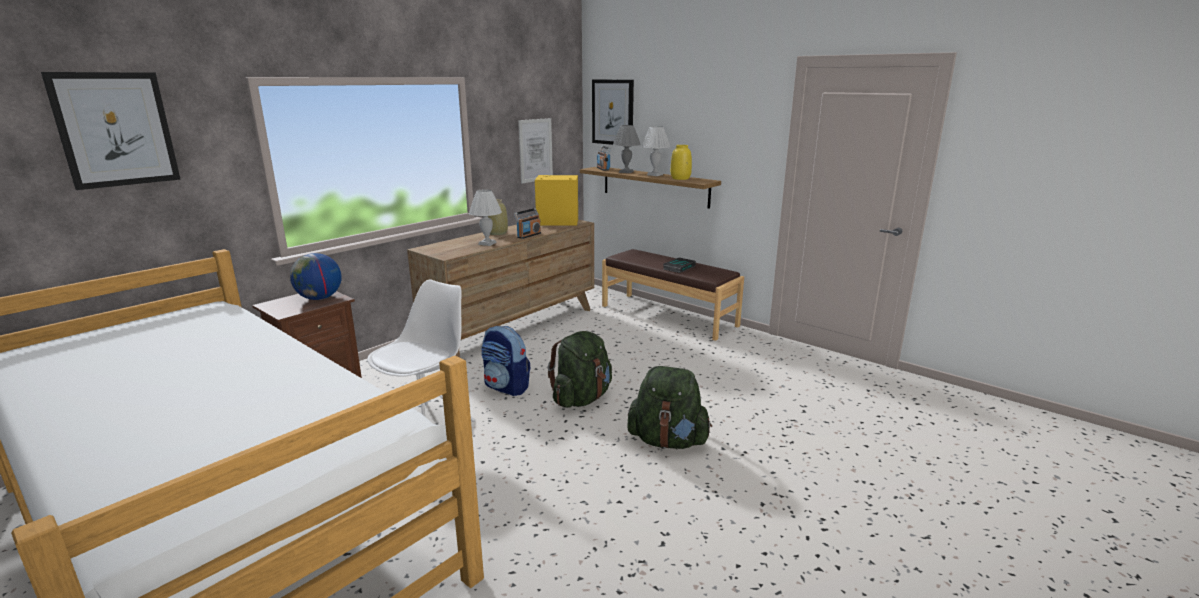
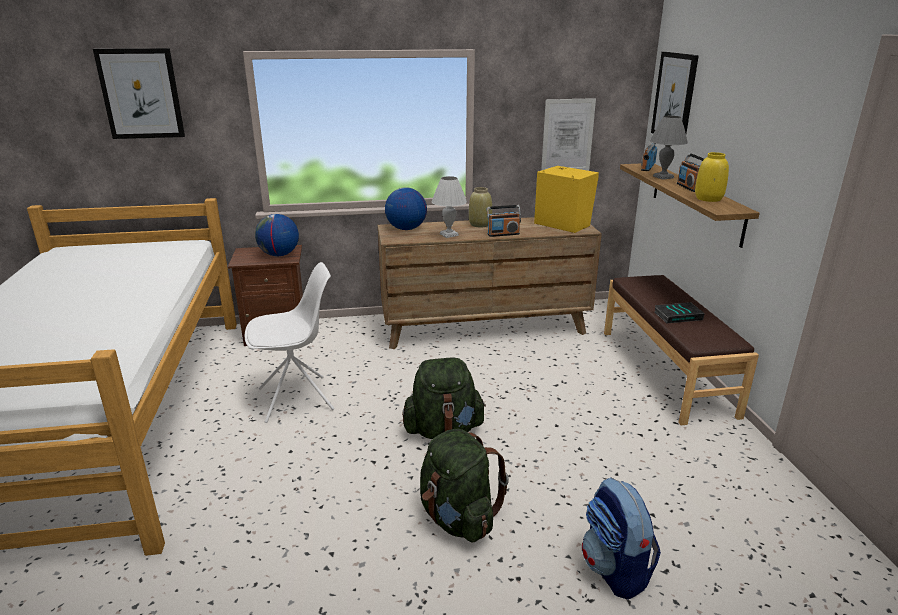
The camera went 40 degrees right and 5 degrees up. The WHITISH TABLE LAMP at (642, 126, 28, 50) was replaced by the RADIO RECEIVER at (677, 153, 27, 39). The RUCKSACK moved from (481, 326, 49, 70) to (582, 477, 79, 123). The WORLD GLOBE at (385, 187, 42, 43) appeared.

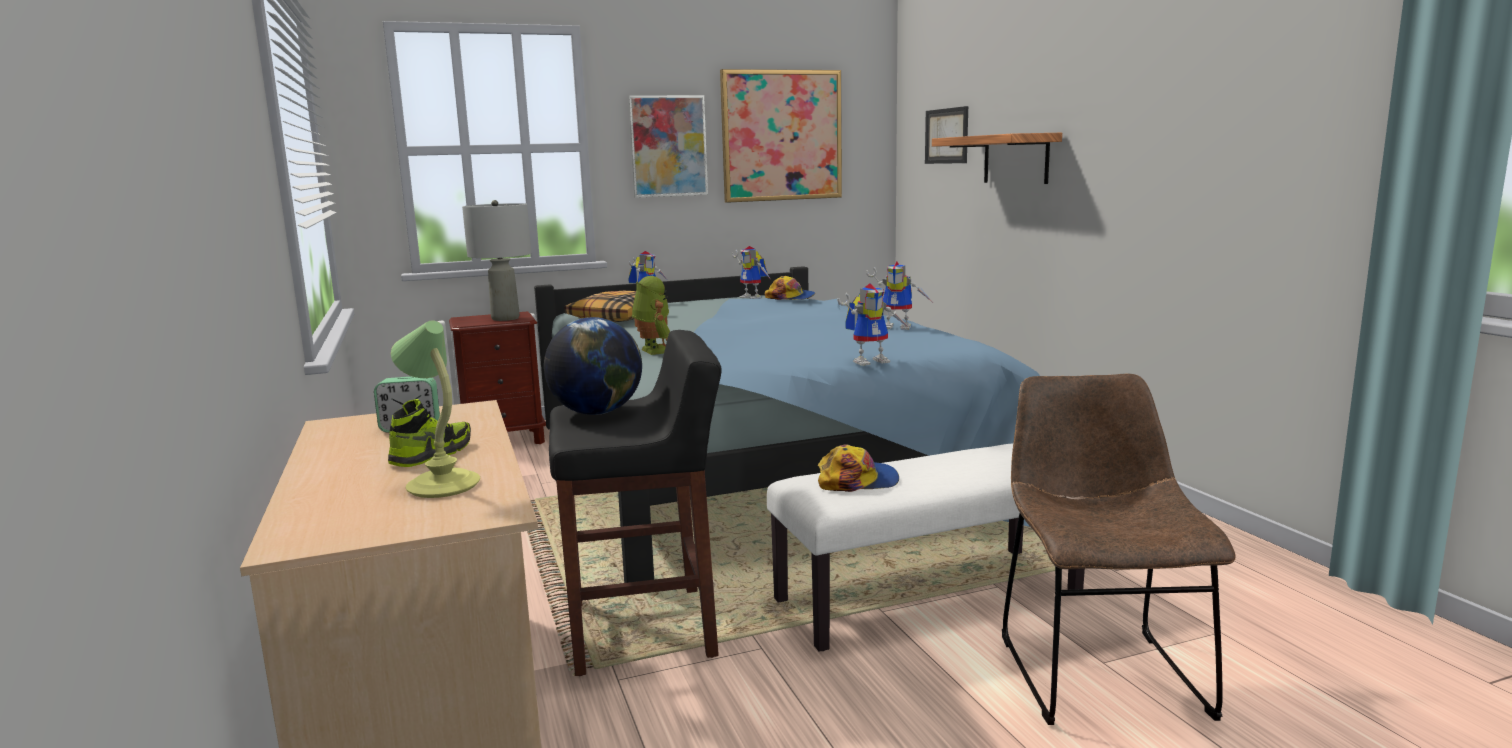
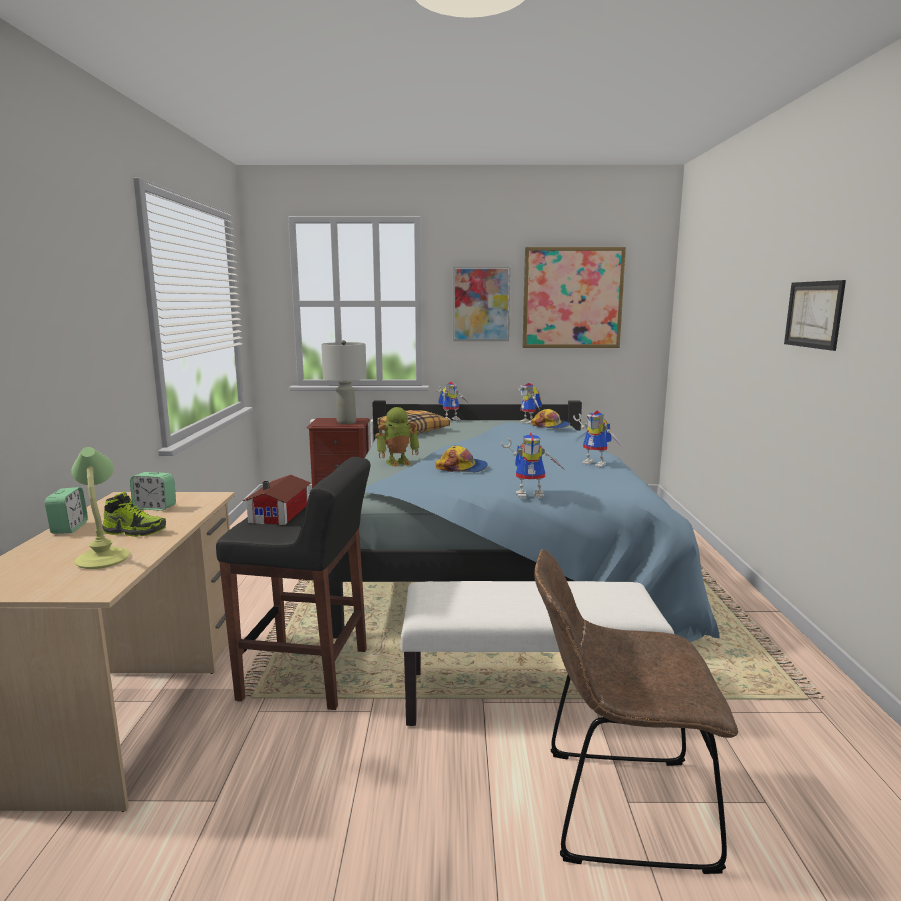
The camera went 20 degrees right and 0 degrees up. The WALL PICTURE moved from (925, 106, 43, 58) to (784, 280, 62, 71). The BRACKET SHELF at (932, 133, 130, 51) disappeared. The TOY ROBOT at (632, 276, 38, 79) turned 75 degrees clockwise. The WORLD GLOBE at (544, 317, 98, 98) was replaced by the MINIATURE HOUSE at (243, 475, 68, 50). The BROWN-COLOURED UPRIGHT CHAIR at (1002, 374, 234, 351) turned 105 degrees counterclockwise. The LOW SHOE at (388, 399, 83, 68) turned 45 degrees clockwise. The CAP moved from (818, 444, 81, 48) to (435, 445, 53, 27). The BEDSIDE CLOCK at (45, 487, 43, 47) appeared.

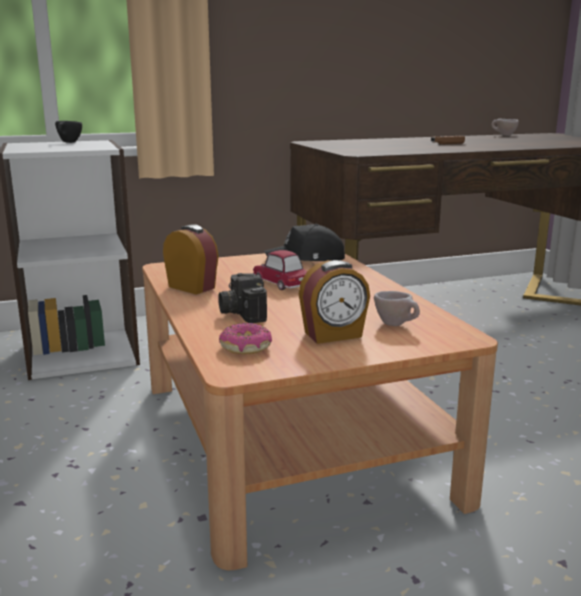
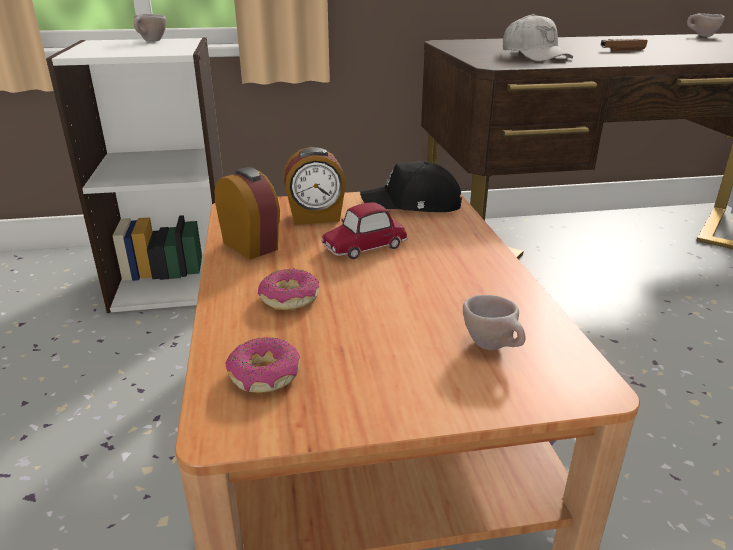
The camera went 10 degrees right and 10 degrees up. The BLACK-COLOURED CUP at (55, 121, 27, 22) became the SAND-COLOURED CUP at (134, 14, 33, 28). The MINIATURE CAR at (253, 250, 54, 40) turned 90 degrees counterclockwise. The BEDSIDE CLOCK moved from (299, 260, 71, 84) to (283, 147, 63, 78). The PHOTO CAMERA at (218, 273, 49, 50) was replaced by the DONUT at (258, 269, 61, 41). The WHITISH CAP at (503, 14, 70, 48) appeared.

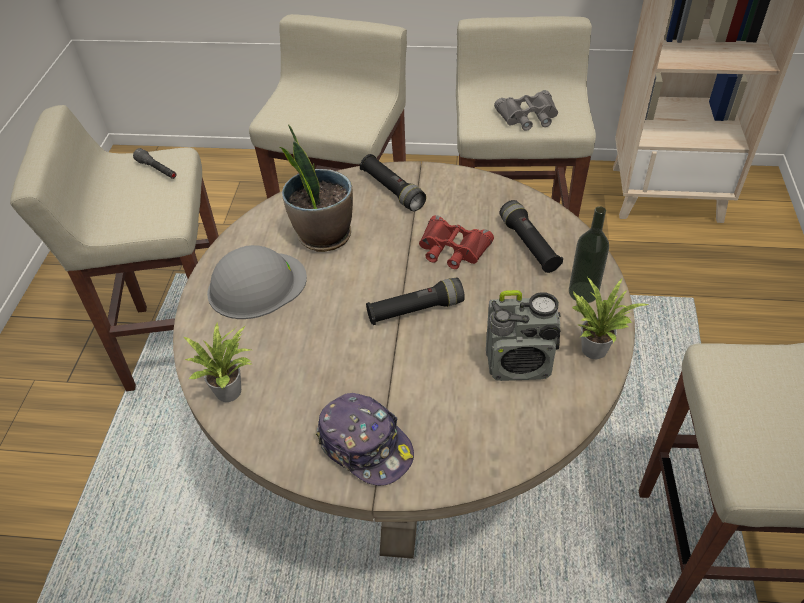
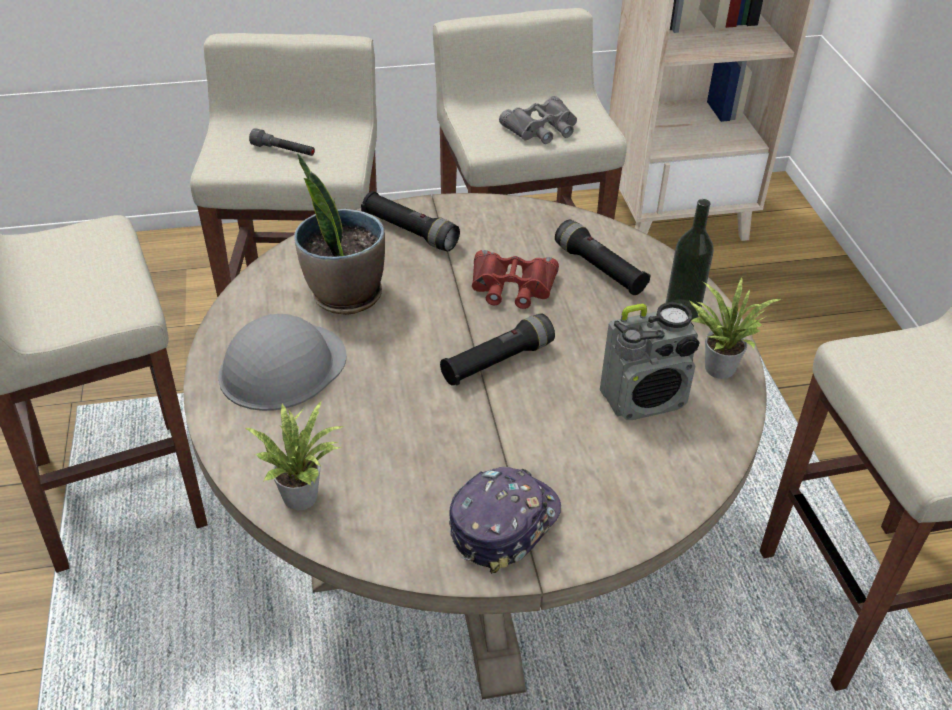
The camera went 20 degrees left and 5 degrees down. The GREYISH HAND TORCH moved from (133, 148, 43, 31) to (249, 128, 66, 28). The CAP at (316, 393, 98, 93) turned 75 degrees counterclockwise.

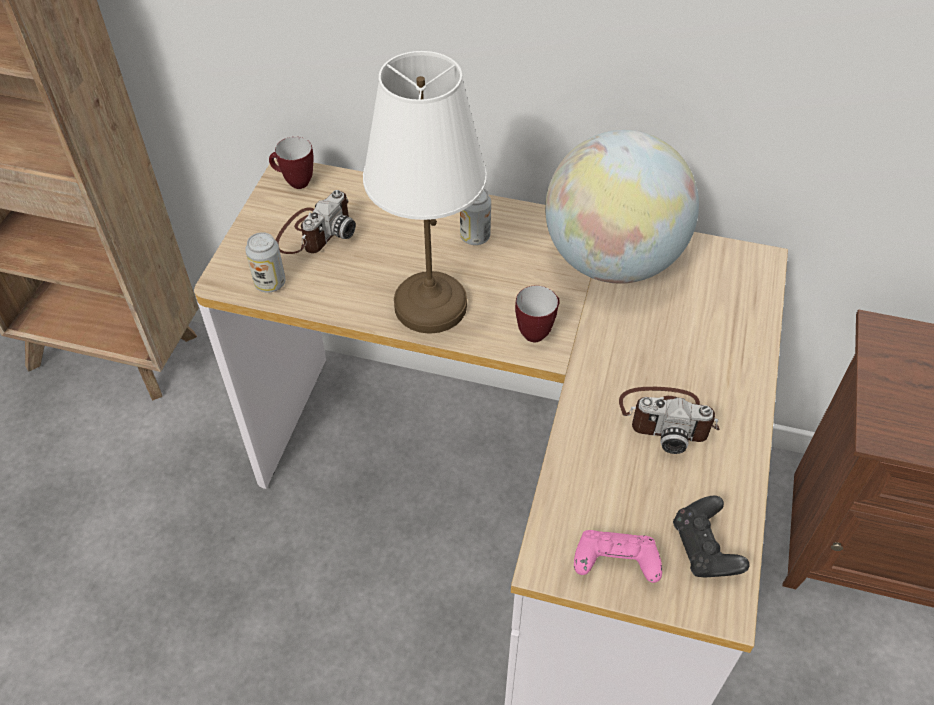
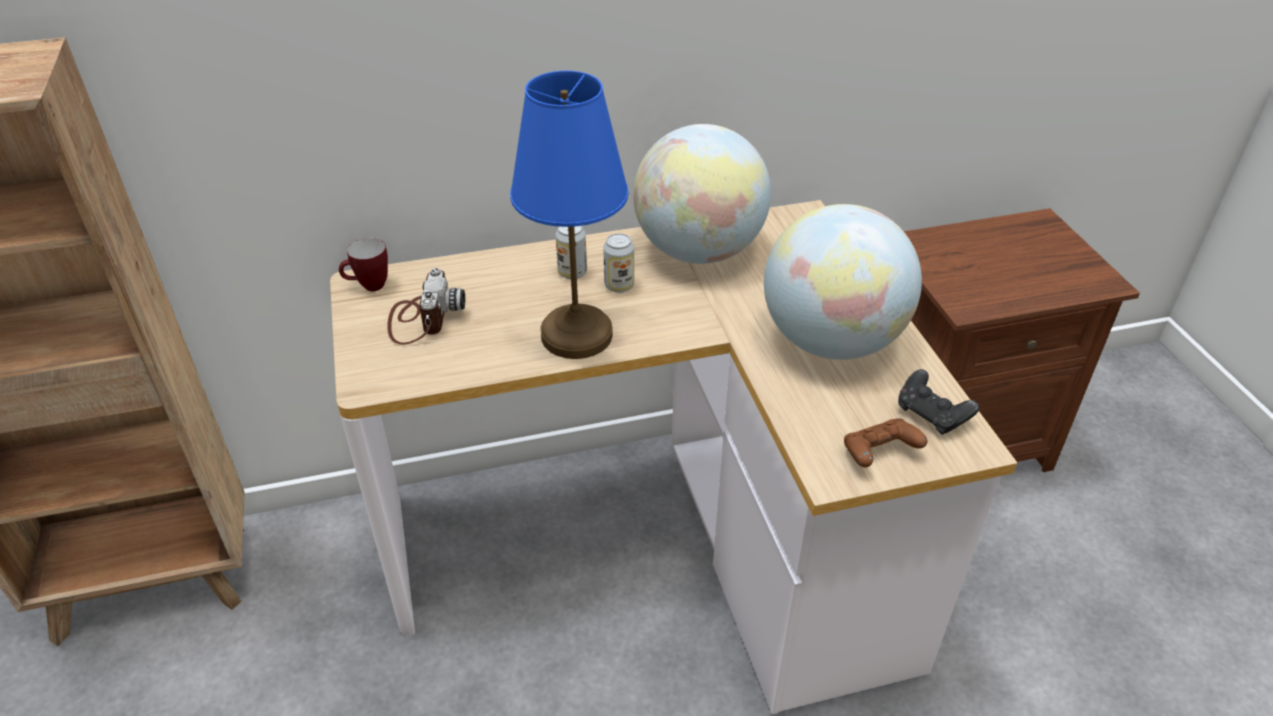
The camera went 30 degrees left and 10 degrees down. The WHITISH TABLE LAMP at (363, 51, 124, 283) became the BLUE TABLE LAMP at (510, 71, 118, 288). The METAL CAN moved from (245, 232, 41, 60) to (603, 233, 31, 60). The MUG at (515, 286, 45, 56) disappeared. The PHOTO CAMERA at (619, 387, 100, 67) was replaced by the WORLD GLOBE at (764, 204, 158, 156). The PINK GAME CONTROLLER at (574, 530, 88, 53) became the BROWN-COLOURED GAME CONTROLLER at (844, 418, 83, 49).

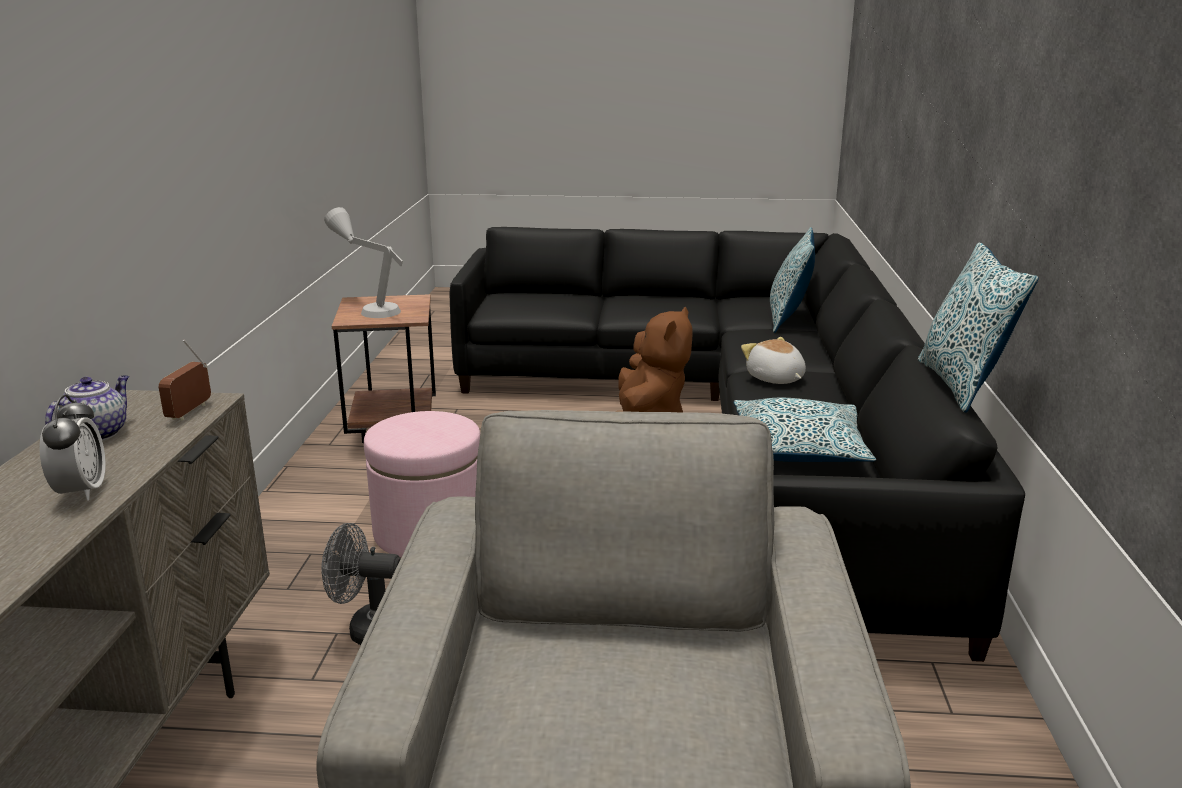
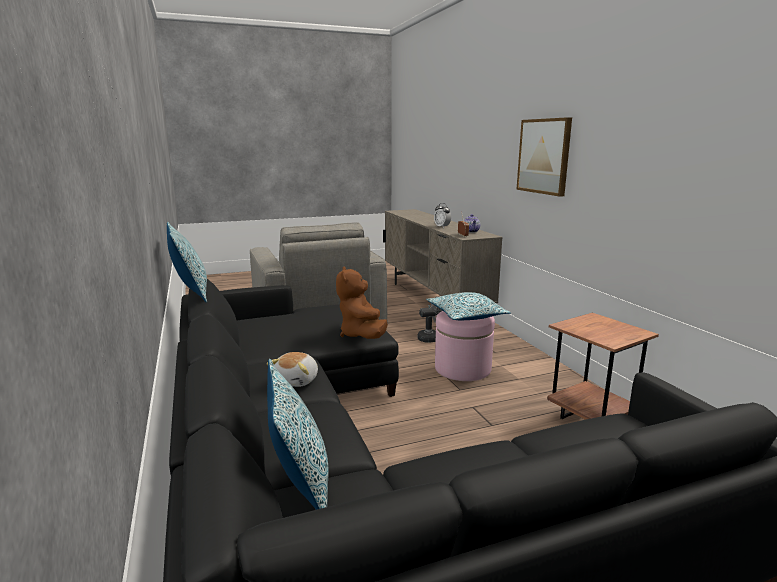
The camera went 155 degrees right and 5 degrees down. The GREYISH TABLE LAMP at (324, 207, 79, 111) disappeared. The SOFT TOY at (741, 337, 65, 47) turned 75 degrees clockwise. The THROW PILLOW moved from (733, 398, 143, 64) to (426, 292, 85, 28). The WALL PICTURE at (516, 117, 56, 80) appeared.

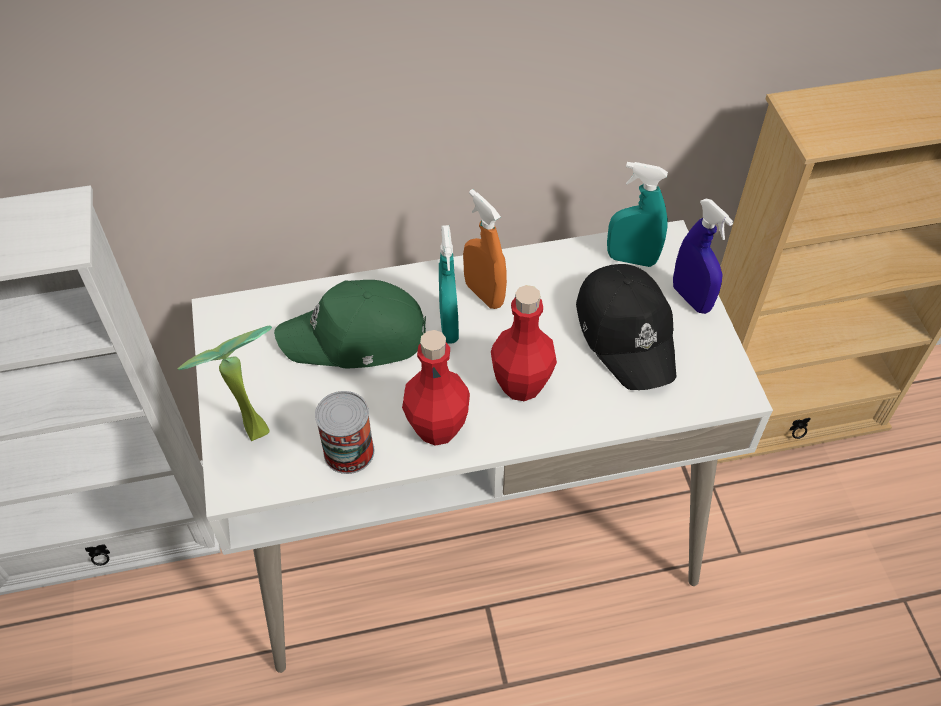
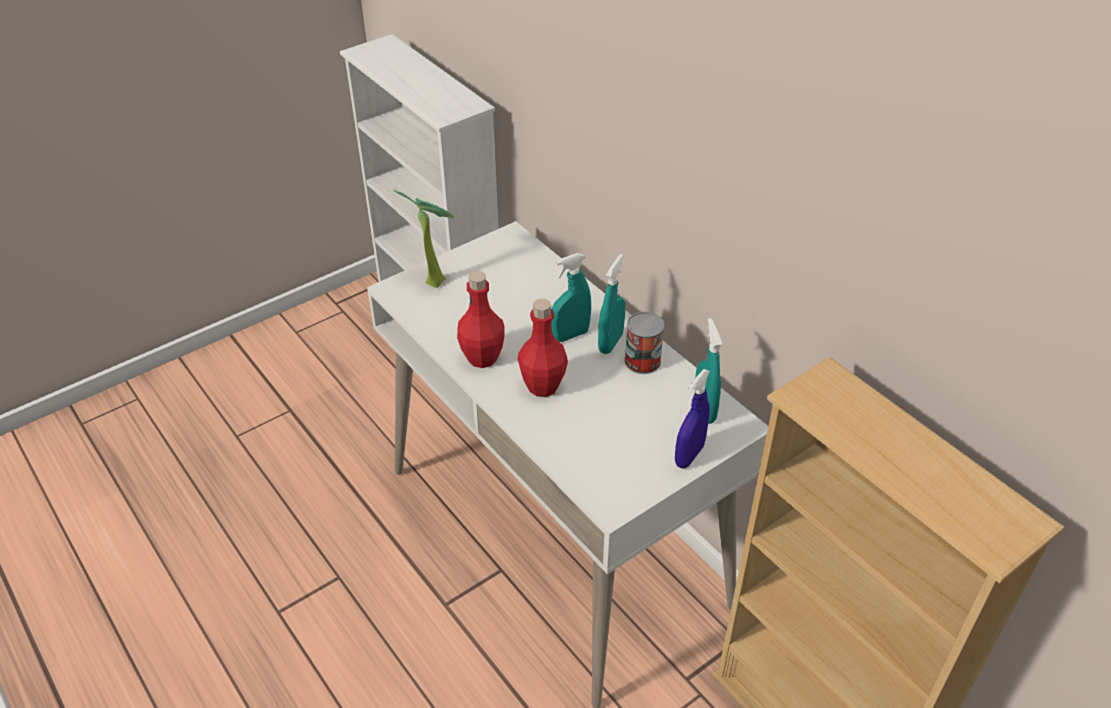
The camera went 65 degrees right and 10 degrees down. The ORANGE SPRAYER at (463, 189, 44, 120) became the TURQUOISE SPRAYER at (598, 254, 27, 100). The BLACK-COLOURED CAP at (576, 264, 100, 126) disappeared. The GREEN-COLOURED CAP at (274, 280, 152, 89) disappeared. The METAL CAN moved from (315, 391, 59, 83) to (625, 312, 39, 62).

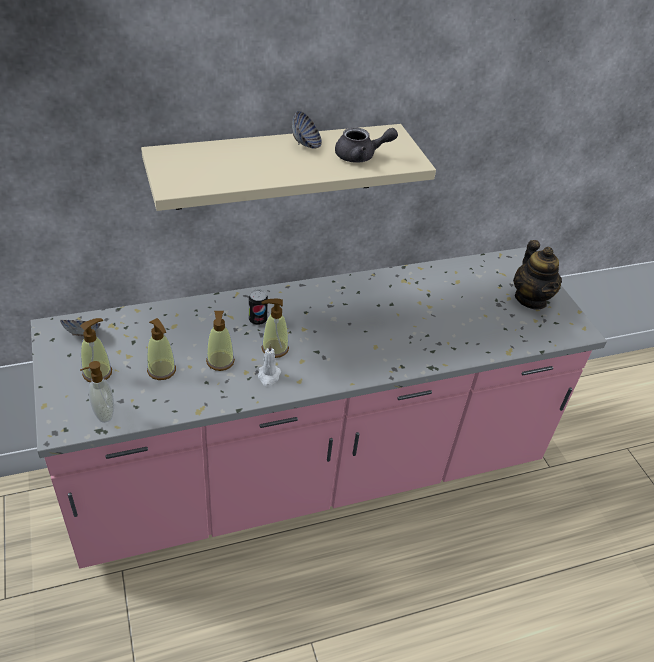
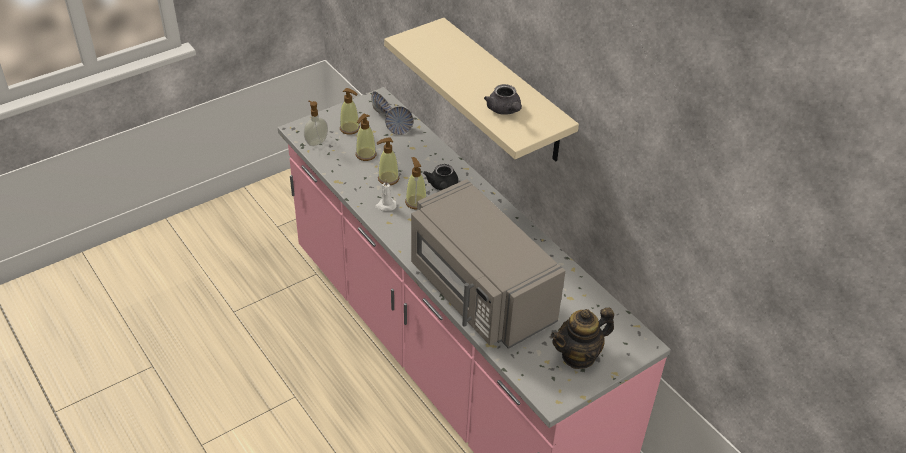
The camera went 75 degrees right and 0 degrees up. The BOWL moved from (292, 111, 30, 38) to (385, 106, 28, 29). The METAL CAN at (249, 289, 19, 36) was replaced by the BLACK-COLOURED POT FOR TEA at (423, 164, 35, 26). The GREYISH MICROWAVE OVEN at (411, 179, 155, 170) appeared.

